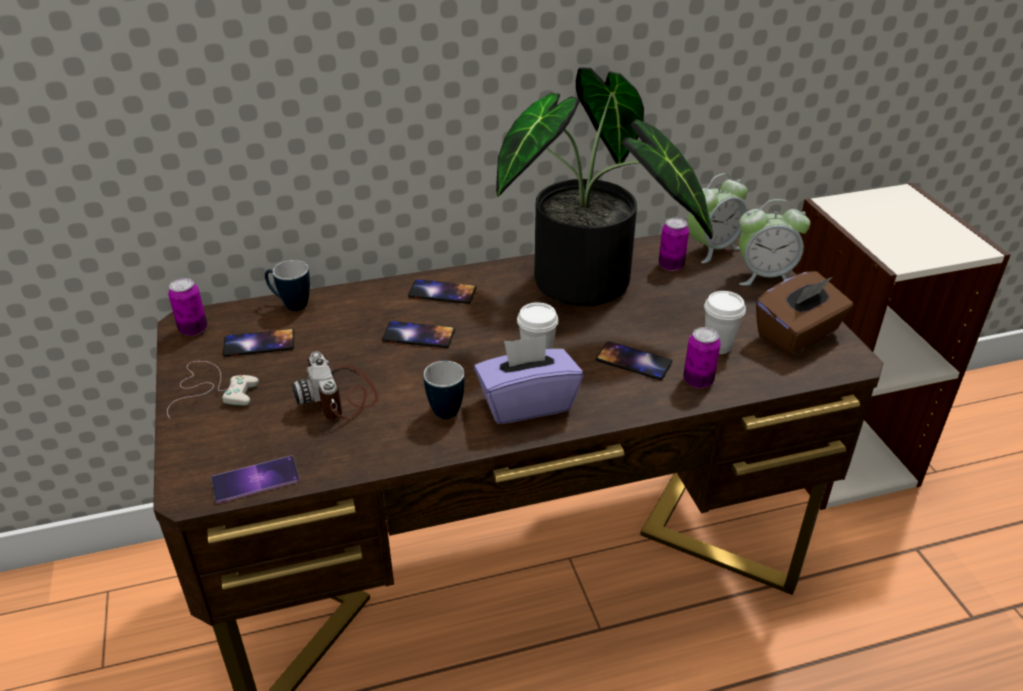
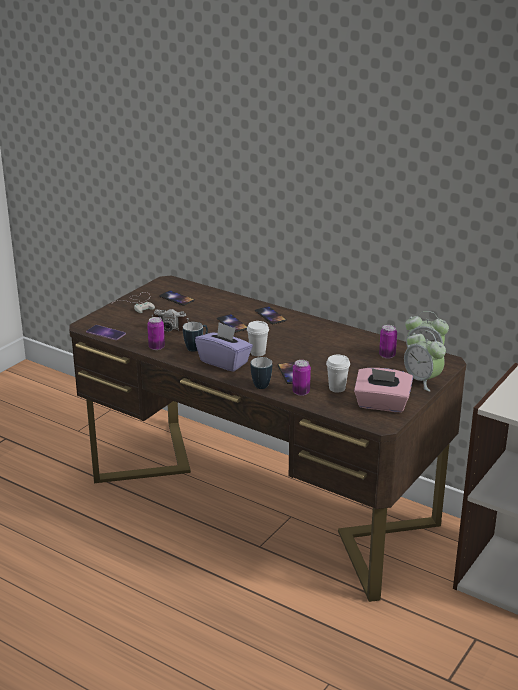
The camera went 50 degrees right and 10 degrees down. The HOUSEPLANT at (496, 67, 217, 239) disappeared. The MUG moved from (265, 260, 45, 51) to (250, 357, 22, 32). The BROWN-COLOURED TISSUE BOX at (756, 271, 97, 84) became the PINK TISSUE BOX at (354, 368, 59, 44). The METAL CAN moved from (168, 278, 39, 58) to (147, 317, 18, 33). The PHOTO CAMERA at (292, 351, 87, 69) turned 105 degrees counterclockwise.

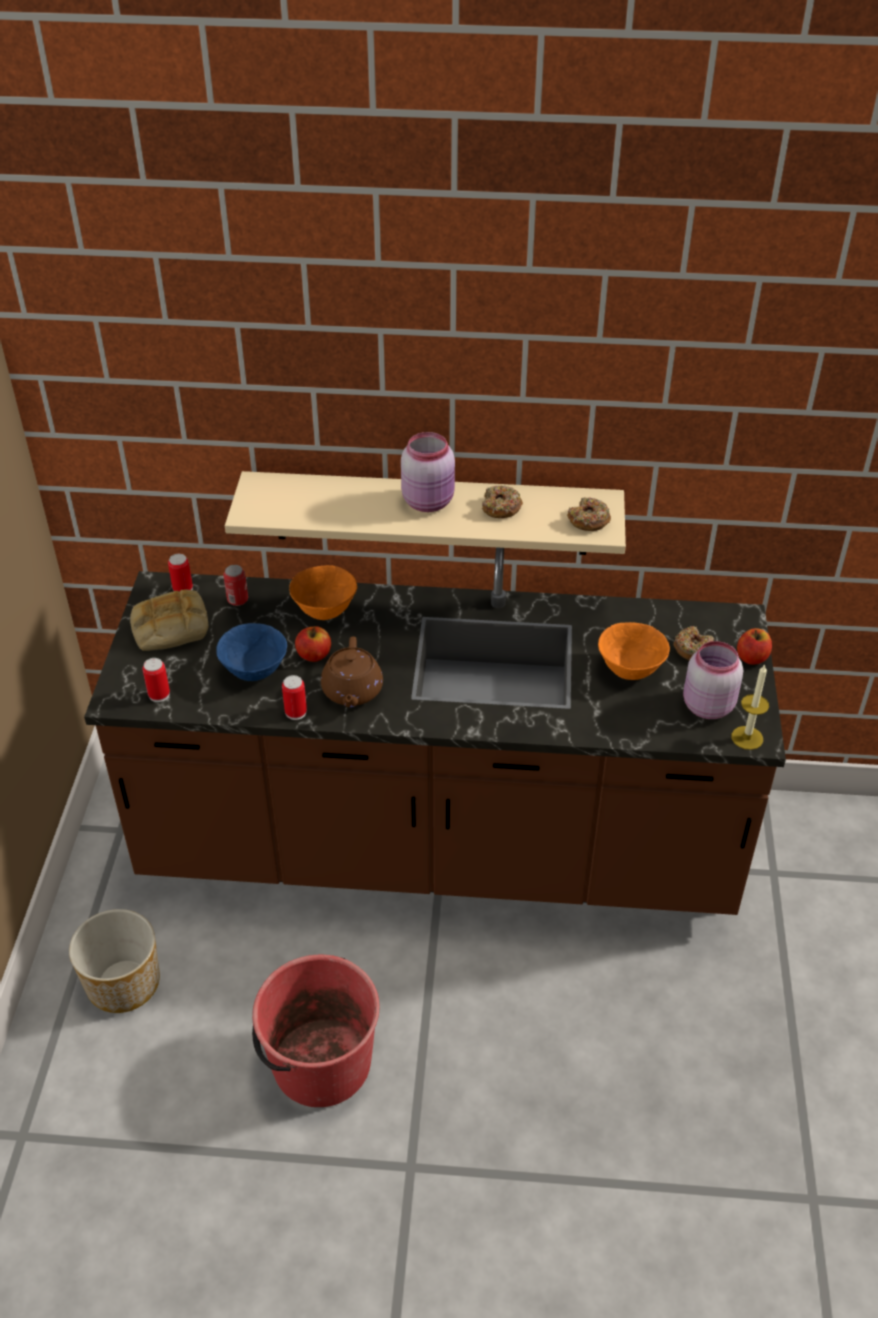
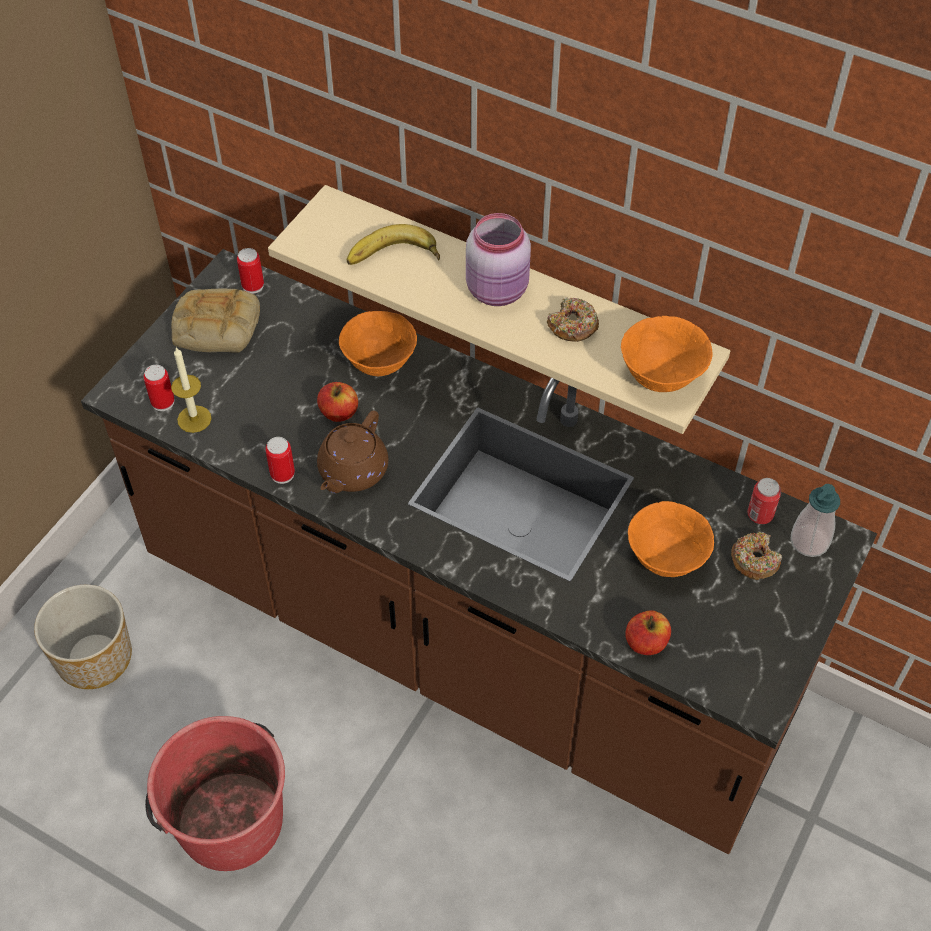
The camera went 25 degrees right and 10 degrees up. The DONUT at (567, 497, 44, 34) was replaced by the ORANGE BOWL at (621, 316, 92, 76). The METAL CAN moved from (223, 565, 25, 41) to (747, 478, 34, 46). The BLUE BOWL at (216, 623, 71, 58) disappeared. The APPLE moved from (737, 628, 35, 37) to (625, 610, 46, 45). The PINK PRESERVE JAR at (683, 641, 60, 78) disappeared. The WAX CANDLE moved from (731, 664, 38, 86) to (171, 347, 40, 86). The BANANA at (347, 224, 93, 41) appeared. The SOAP BOTTLE at (791, 484, 49, 73) appeared.

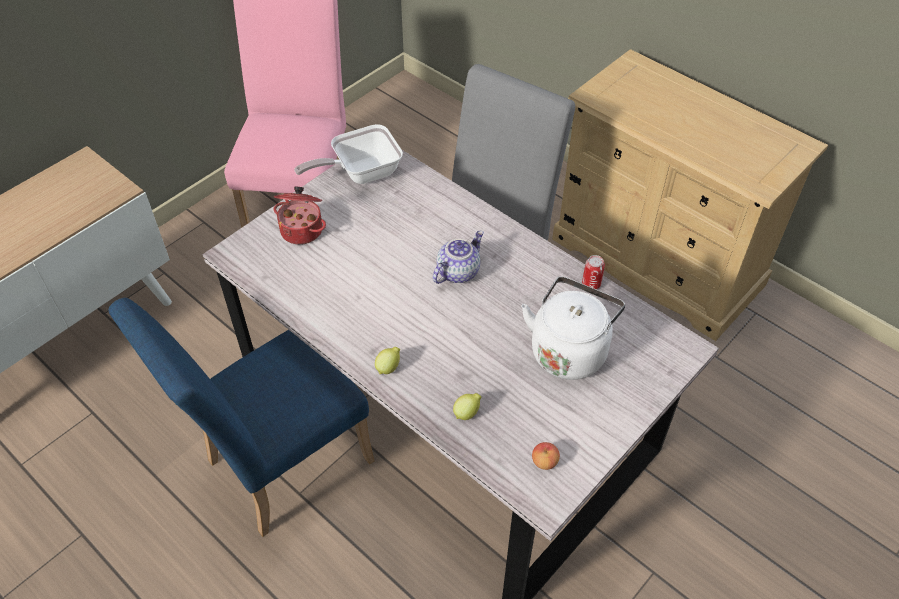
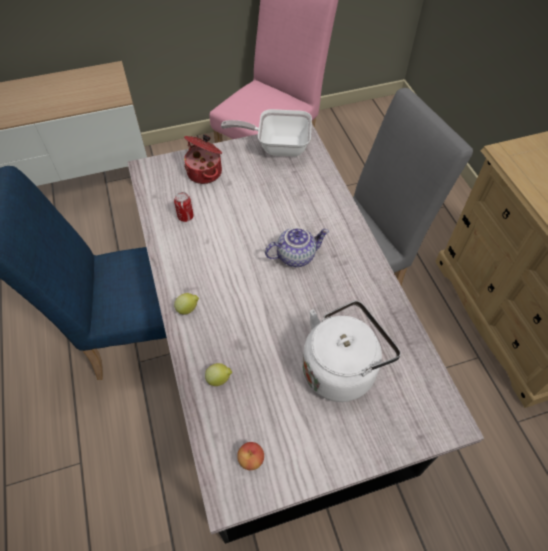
The camera went 30 degrees right and 5 degrees up. The METAL CAN moved from (582, 255, 23, 34) to (174, 192, 20, 30).

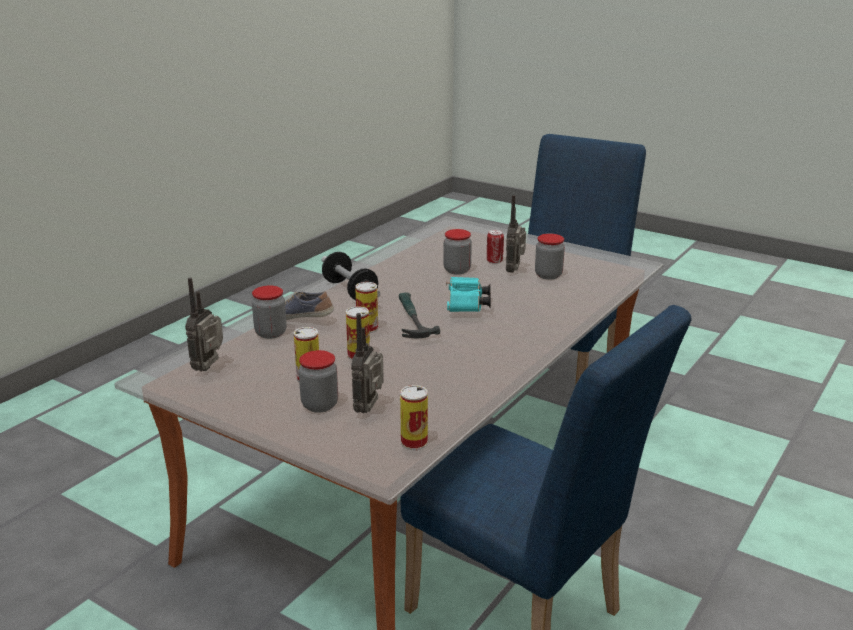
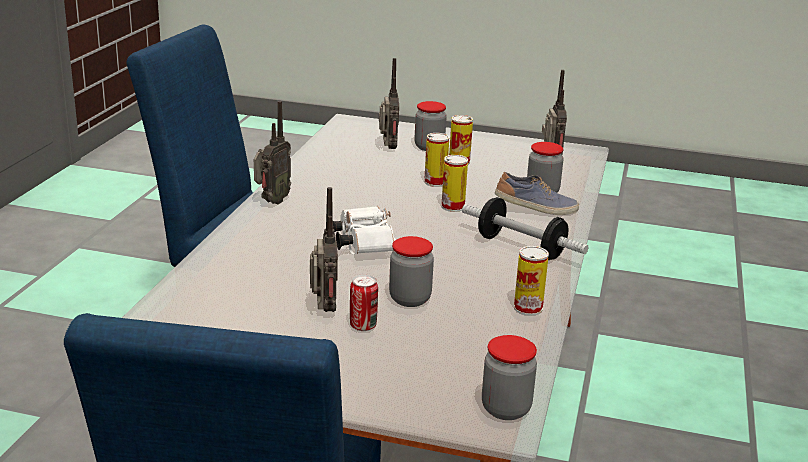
The camera went 160 degrees right and 0 degrees up. The PRESERVE JAR moved from (535, 234, 30, 46) to (482, 335, 55, 85). The TURQUOISE PAIR OF BINOCULARS at (446, 276, 45, 36) became the WHITISH PAIR OF BINOCULARS at (333, 206, 63, 49). The HAND HAMMER at (399, 292, 41, 46) disappeared. The METAL CAN moved from (400, 385, 28, 65) to (514, 246, 35, 70). The RADIO RECEIVER at (254, 101, 37, 103) appeared.

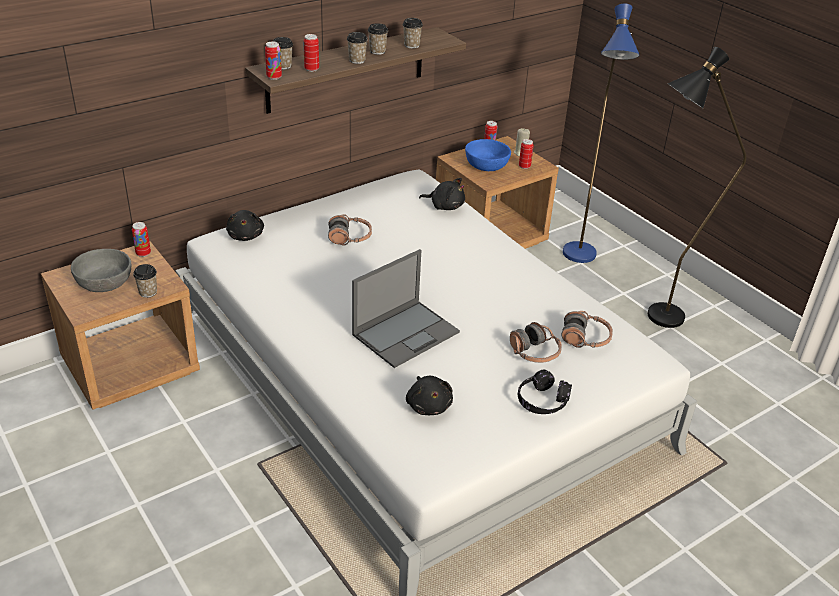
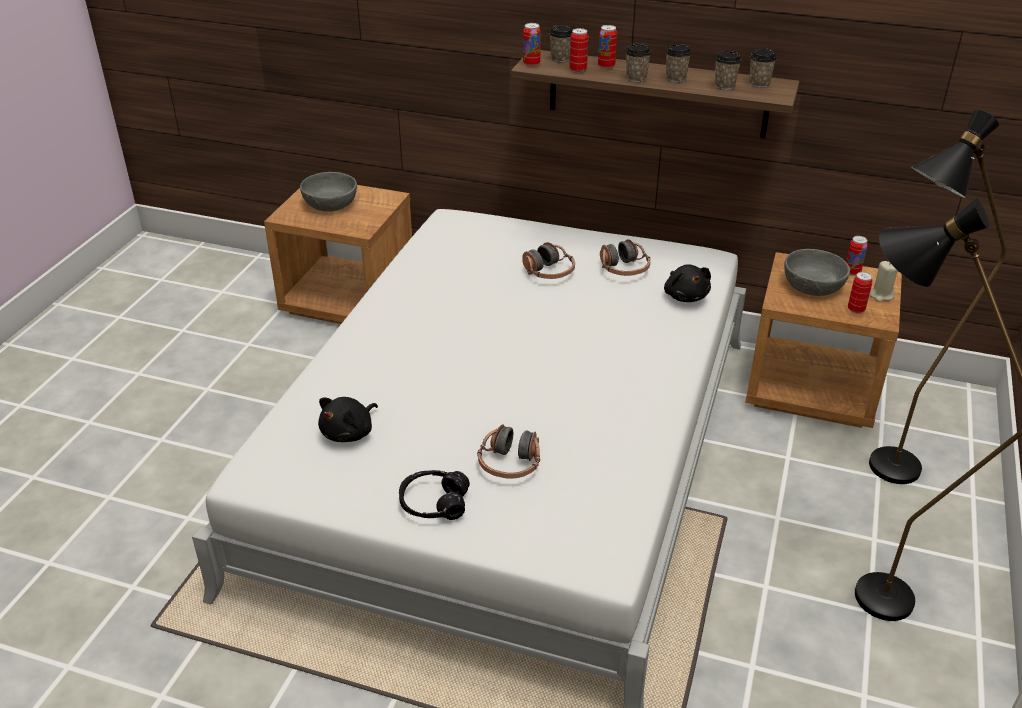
The camera went 55 degrees right and 0 degrees up. The BLUE STANDARD LAMP at (563, 4, 77, 259) became the BLACK-COLOURED STANDARD LAMP at (869, 110, 137, 374). The BLUE BOWL at (465, 139, 46, 32) became the GREYISH BOWL at (784, 249, 66, 47). The BLACK-COLOURED SOFT TOY at (226, 210, 38, 31) disappeared. The METAL CAN moved from (132, 222, 19, 35) to (598, 25, 19, 44). The PORTABLE COMPUTER at (352, 249, 108, 119) disappeared. The CUP moved from (133, 264, 24, 34) to (749, 48, 28, 40). The HEADPHONES moved from (561, 311, 52, 37) to (600, 239, 51, 37).

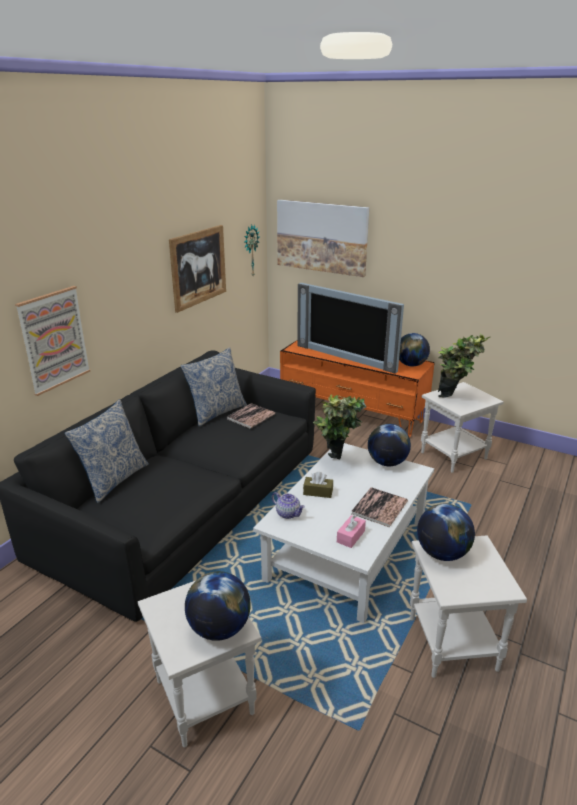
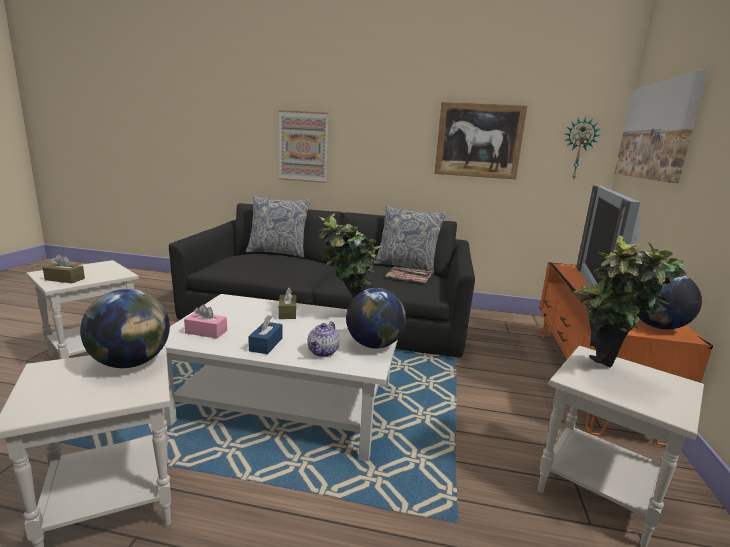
The camera went 70 degrees right and 10 degrees down. The VOLUME at (351, 487, 57, 40) was replaced by the BLUE TISSUE BOX at (248, 315, 35, 39). The POT FOR TEA moved from (272, 492, 33, 27) to (307, 321, 32, 36). The WORLD GLOBE at (185, 571, 66, 70) was replaced by the BROWN-COLOURED TISSUE BOX at (43, 254, 42, 29).

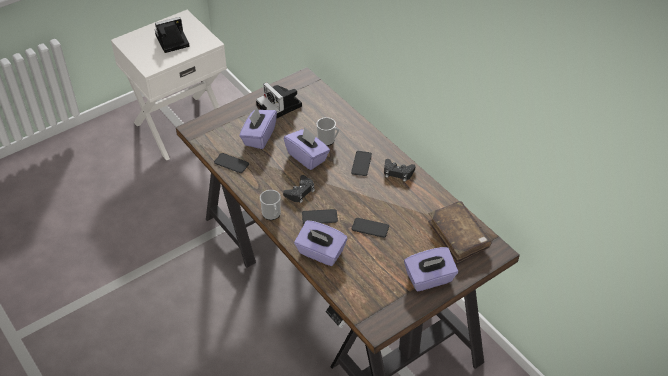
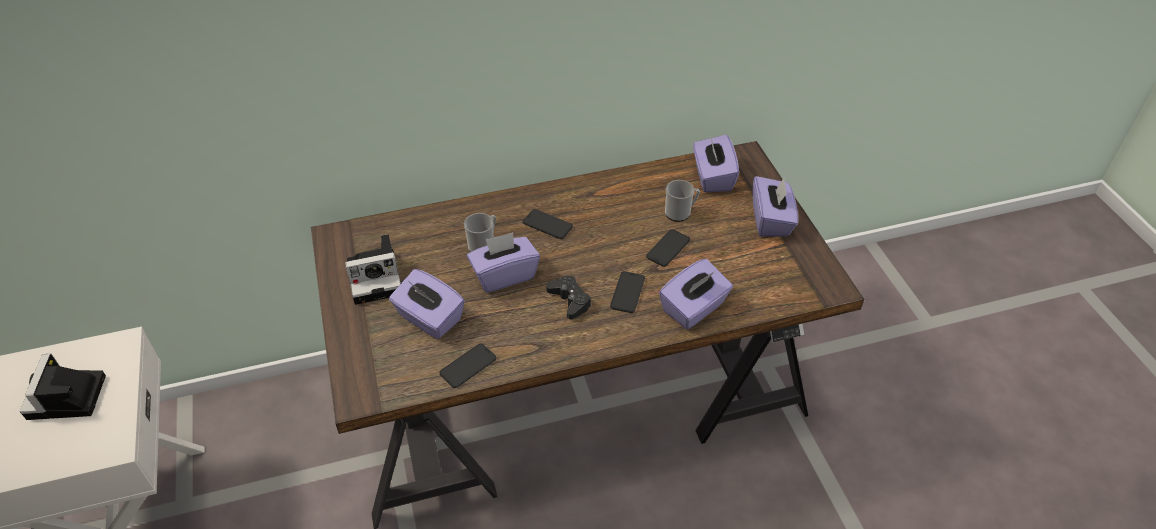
The camera went 70 degrees left and 0 degrees up. The BLACK-COLOURED GAME CONTROLLER at (384, 159, 32, 23) disappeared. The MUG moved from (260, 190, 21, 30) to (665, 180, 35, 42). The BROWN-COLOURED VOLUME at (428, 201, 64, 62) was replaced by the PURPLE-COLOURED TISSUE BOX at (693, 135, 46, 57).

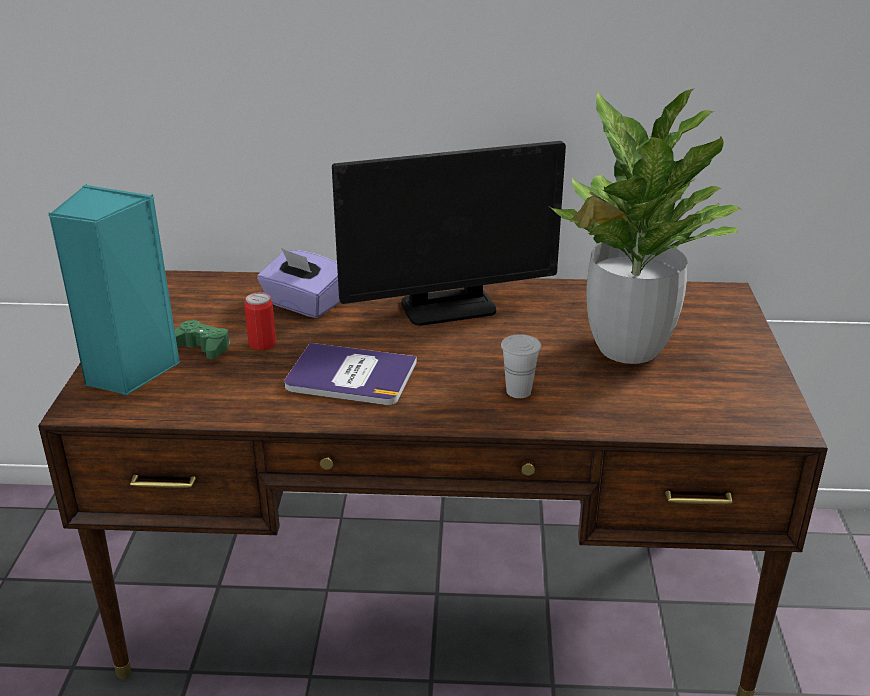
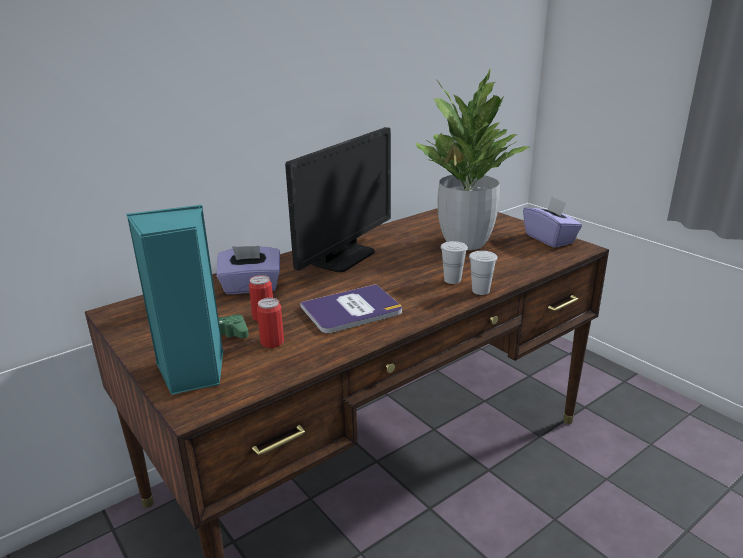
The camera went 40 degrees left and 5 degrees down. The PURPLE-COLOURED TISSUE BOX at (523, 197, 59, 51) appeared. The WHITISH CUP at (469, 251, 28, 44) appeared. The METAL CAN at (257, 298, 27, 50) appeared.

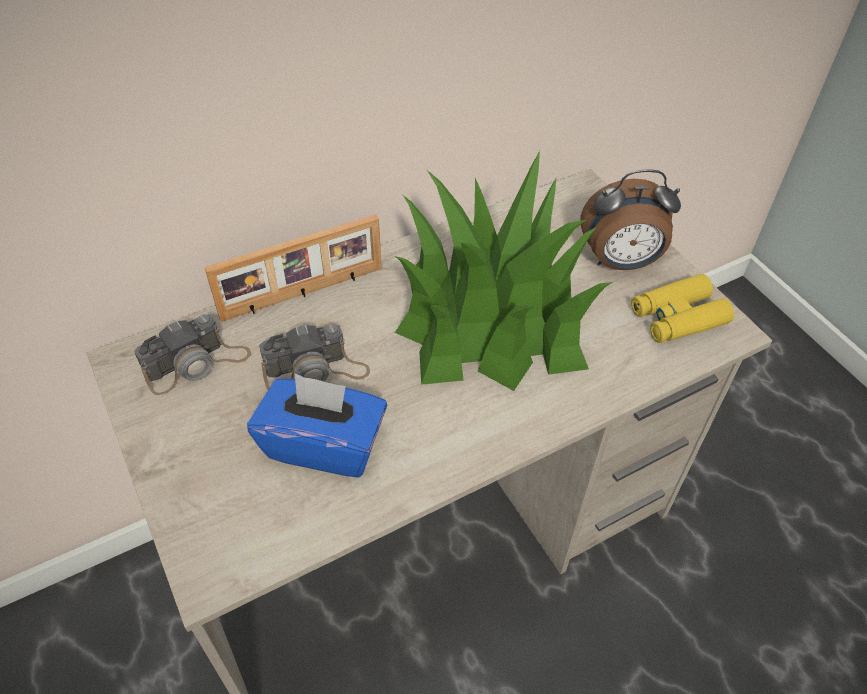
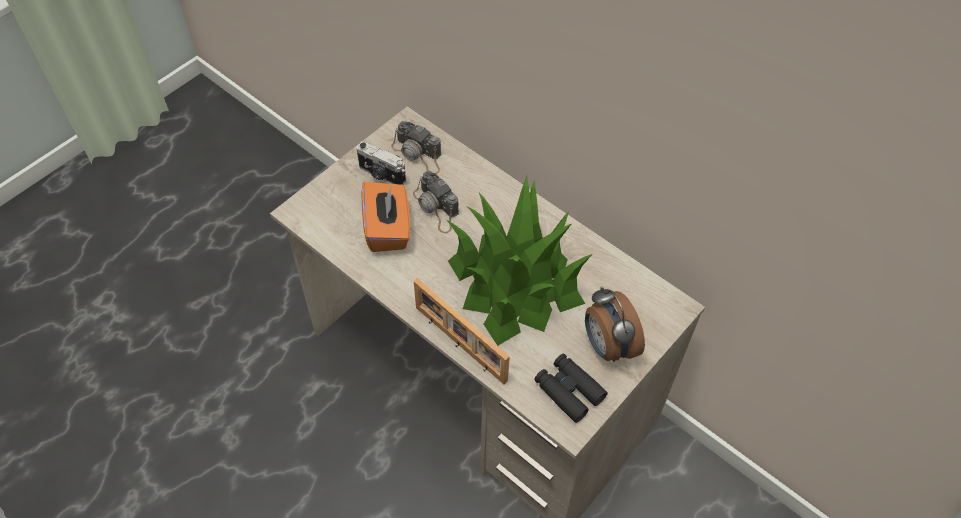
The camera went 70 degrees right and 5 degrees up. The PHOTO FRAME moved from (204, 214, 178, 108) to (414, 278, 96, 106). The YELLOW PAIR OF BINOCULARS at (631, 274, 103, 69) became the BLACK-COLOURED PAIR OF BINOCULARS at (534, 354, 74, 69). The BLUE TISSUE BOX at (247, 373, 140, 105) became the ORANGE TISSUE BOX at (362, 182, 48, 70). The PHOTO CAMERA at (356, 141, 50, 44) appeared.

